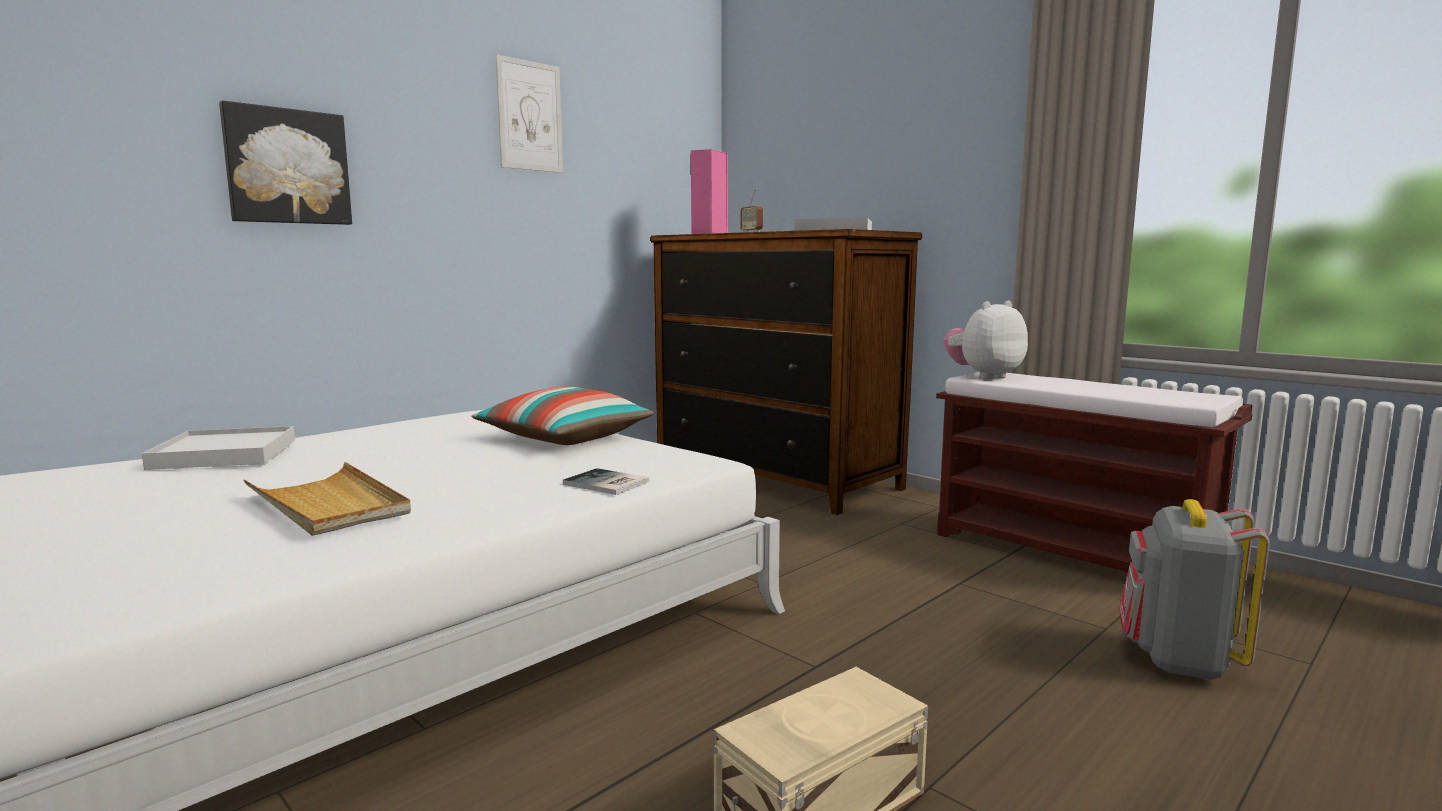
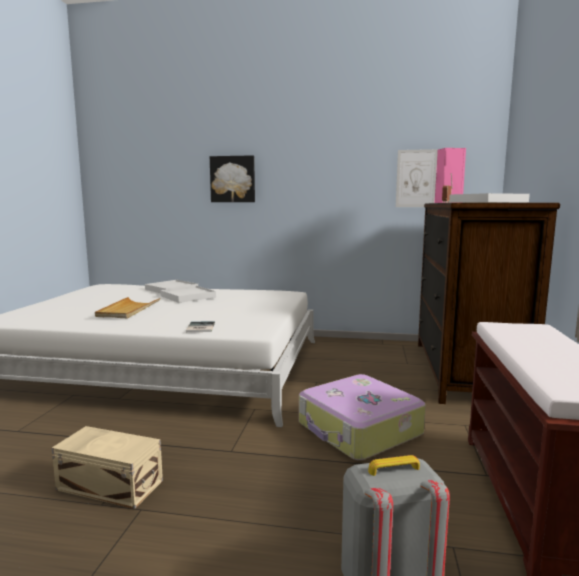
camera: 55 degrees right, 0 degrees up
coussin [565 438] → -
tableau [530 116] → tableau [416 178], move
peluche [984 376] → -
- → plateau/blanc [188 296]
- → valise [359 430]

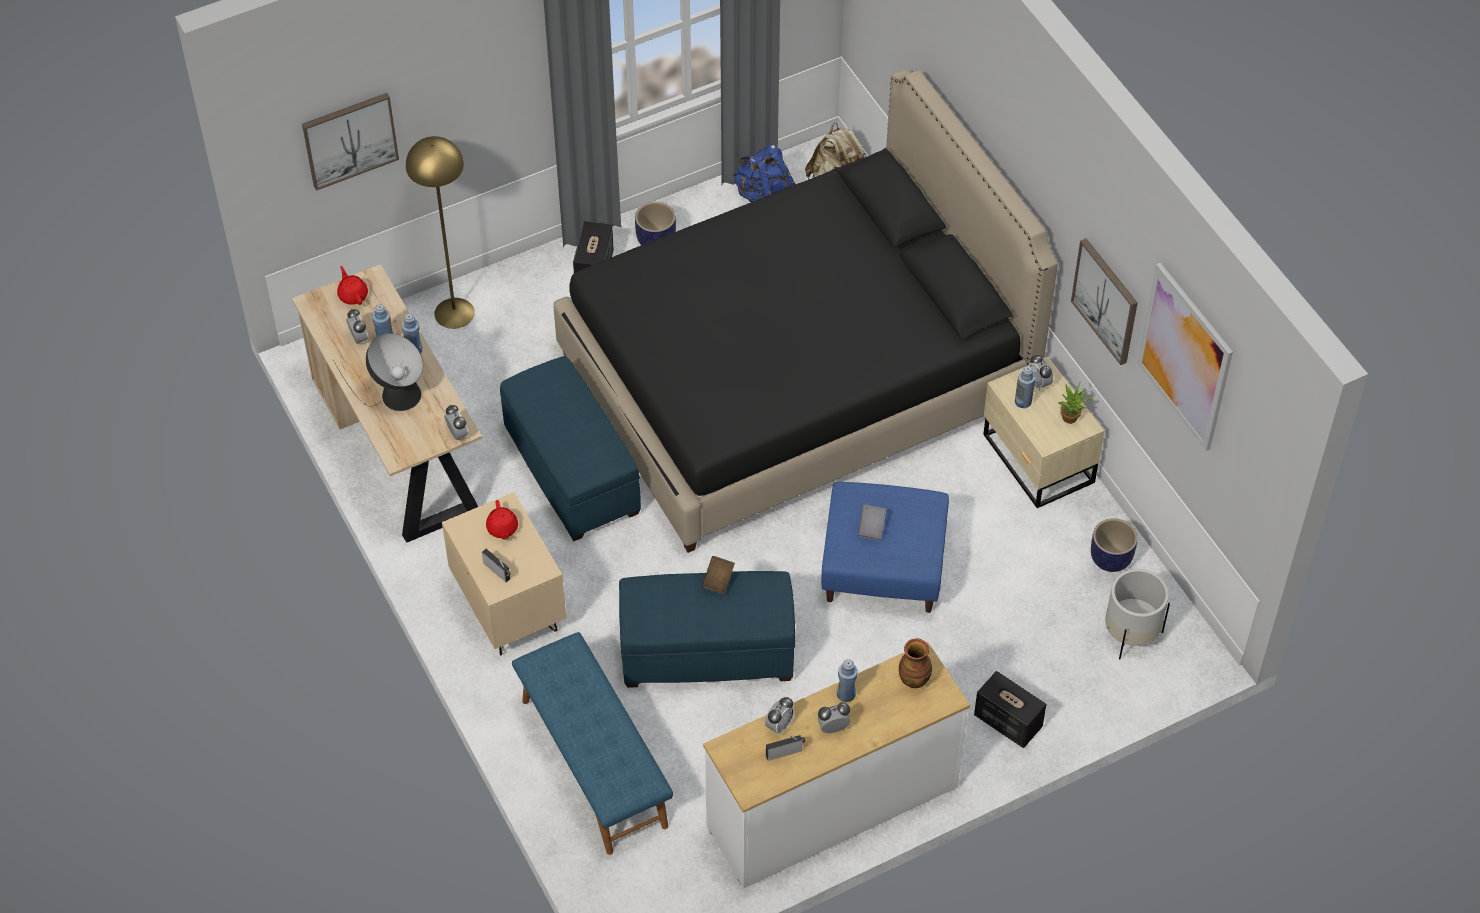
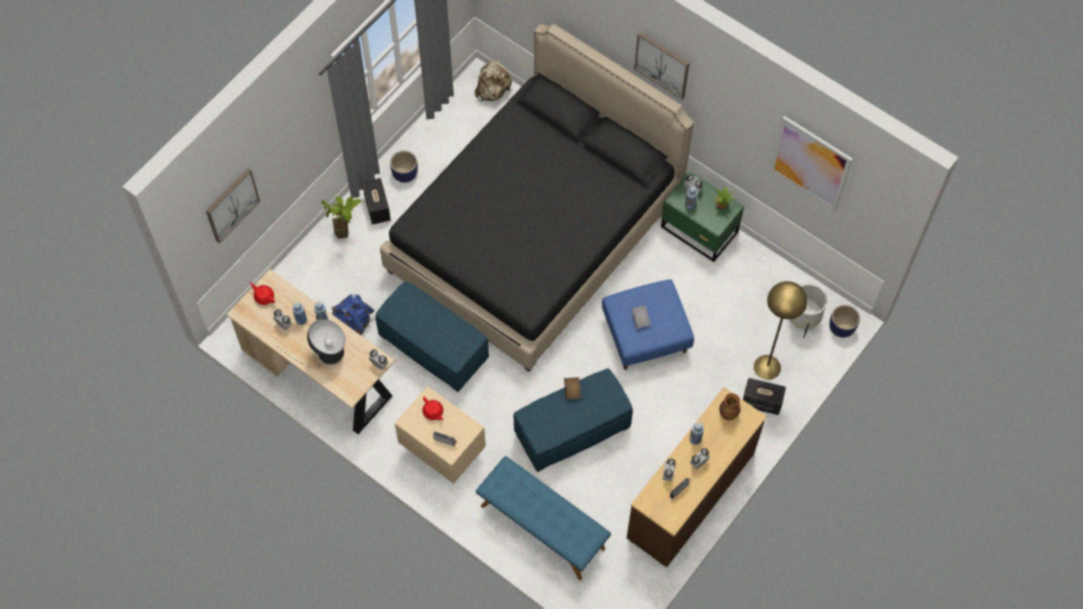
camera: 25 degrees left, 10 degrees up
lampadaire/jaune [454 313] → lampadaire/jaune [767 367], move
commode/blanc [833 807] → commode/marron [691 496]
sac à dos/bleu [763 196] → sac à dos/bleu [353 322], move
table de chevet/beige [1037 460] → table de chevet/vert [699 231]
tableau [1106 300] → tableau [662 64], move
cache-pot [1111 559] → cache-pot [842 328], move
- → plante en pot [347 234]

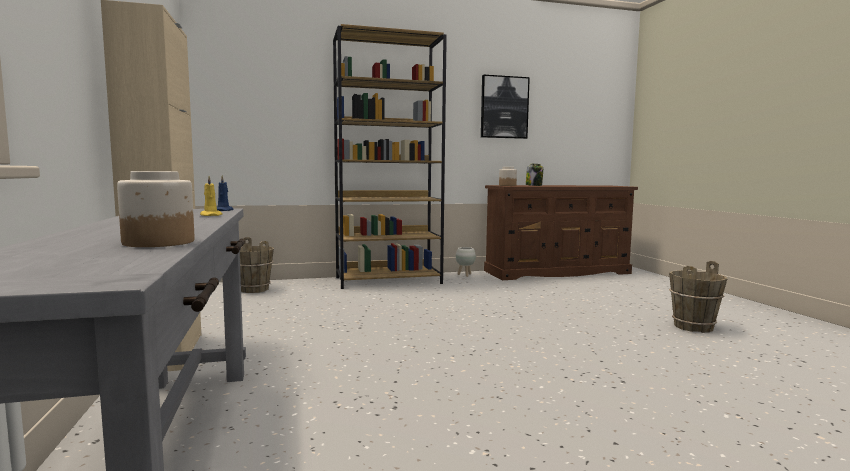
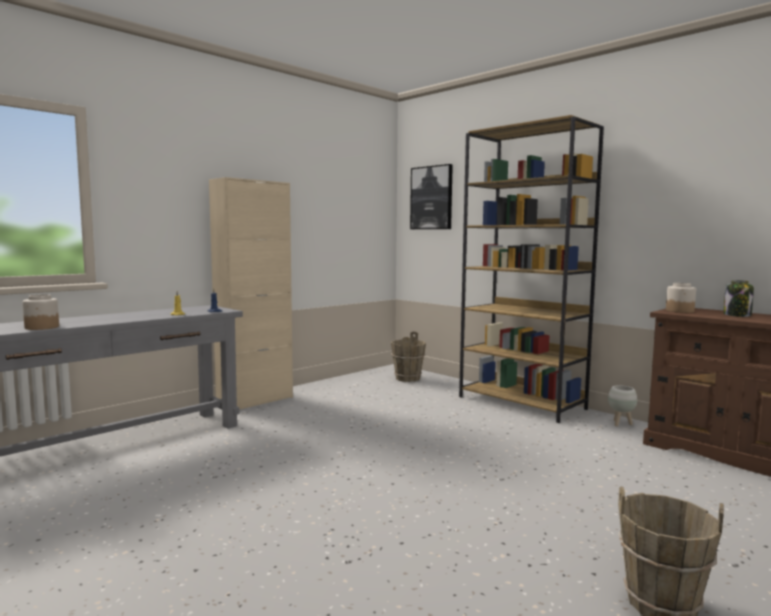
camera: 60 degrees right, 0 degrees up
tableau [504 107] → tableau [432 198], move

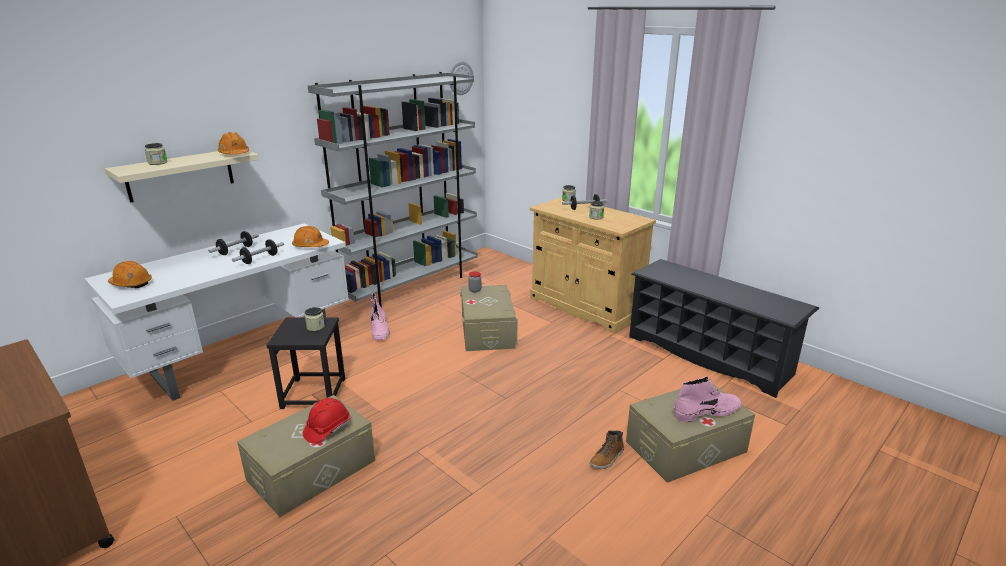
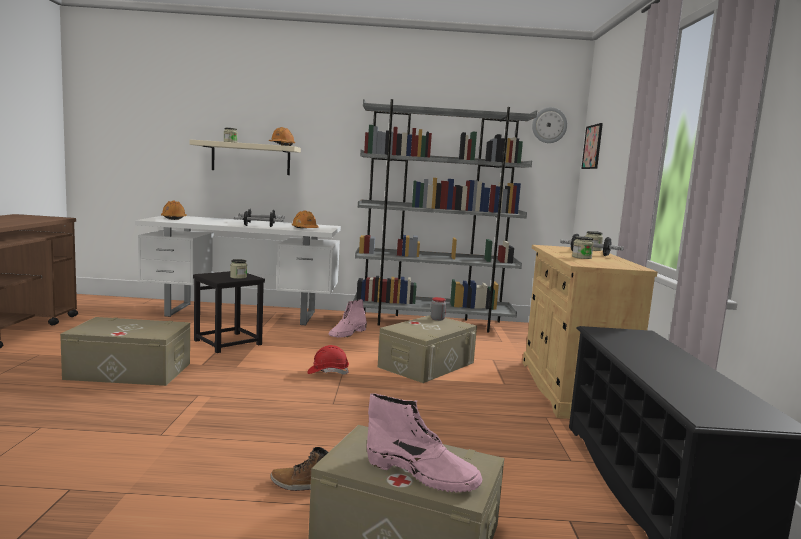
camera: 45 degrees right, 15 degrees down
casque de chantier/rouge [327 429] → casque de chantier/rouge [328 372], move
- → tableau [592 147]

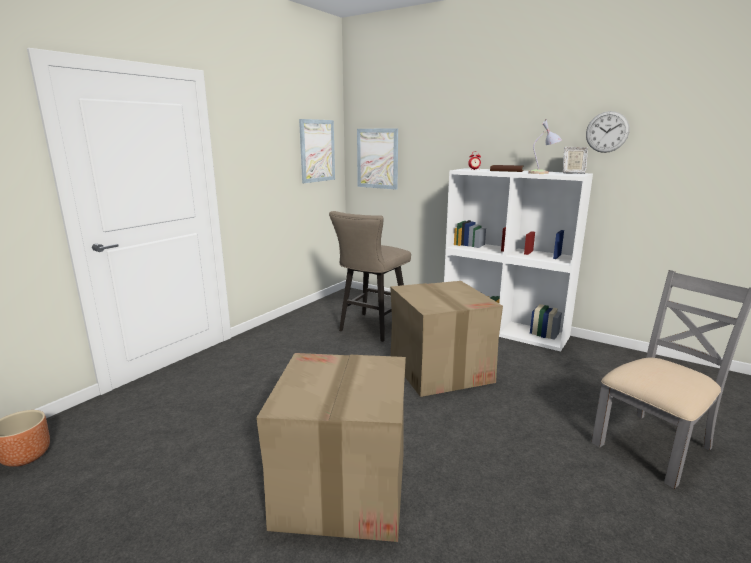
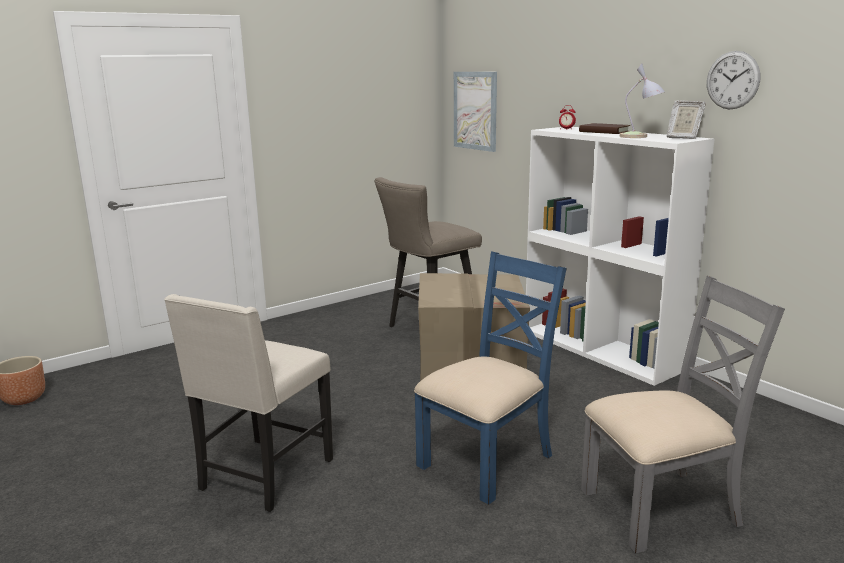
camera: 20 degrees right, 0 degrees up
carton [342 488] → chaise/beige [264 476]
tableau [317 151] → -
- → chaise/bleu [488 460]

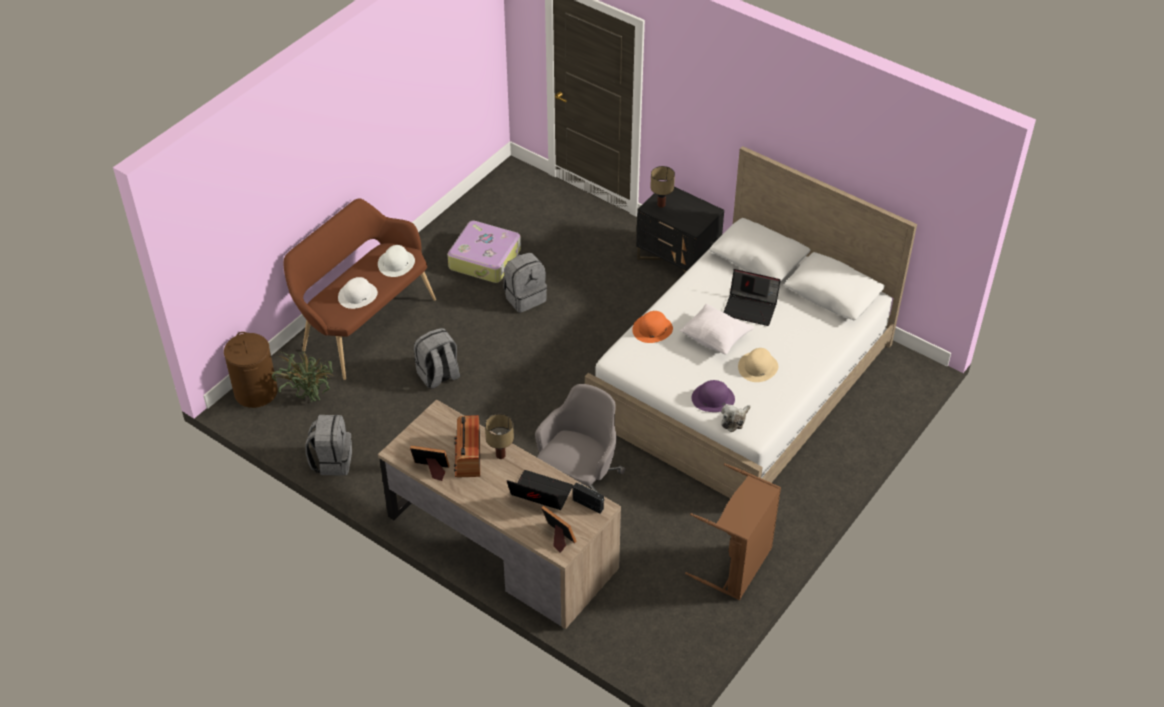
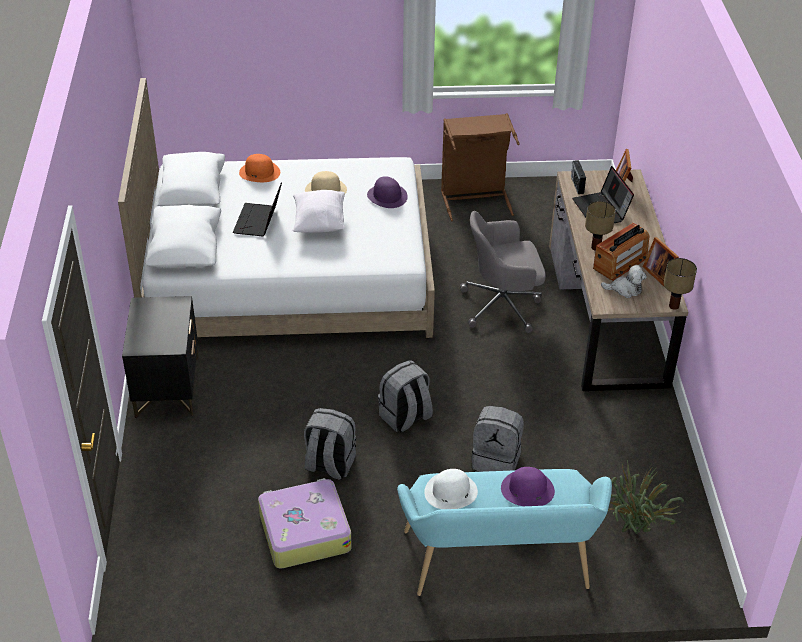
camera: 130 degrees left, 5 degrees down
panier à linge/marron [256 392] → -
banc/marron [363 323] → banc/turquoise [499 566]
sac à dos/gris [332 461] → sac à dos/gris [405 417], move
chapeau/blanc [357 295] → chapeau/violet [527 489]
chapeau/orange [652 329] → chapeau/orange [259 172], move
lampe de table [660 205] → lampe de table [674 306], move
peluche [734 420] → peluche [625 289], move
ordinateur portable [751 308] → ordinateur portable [259 221], 150 degrees counterclockwise

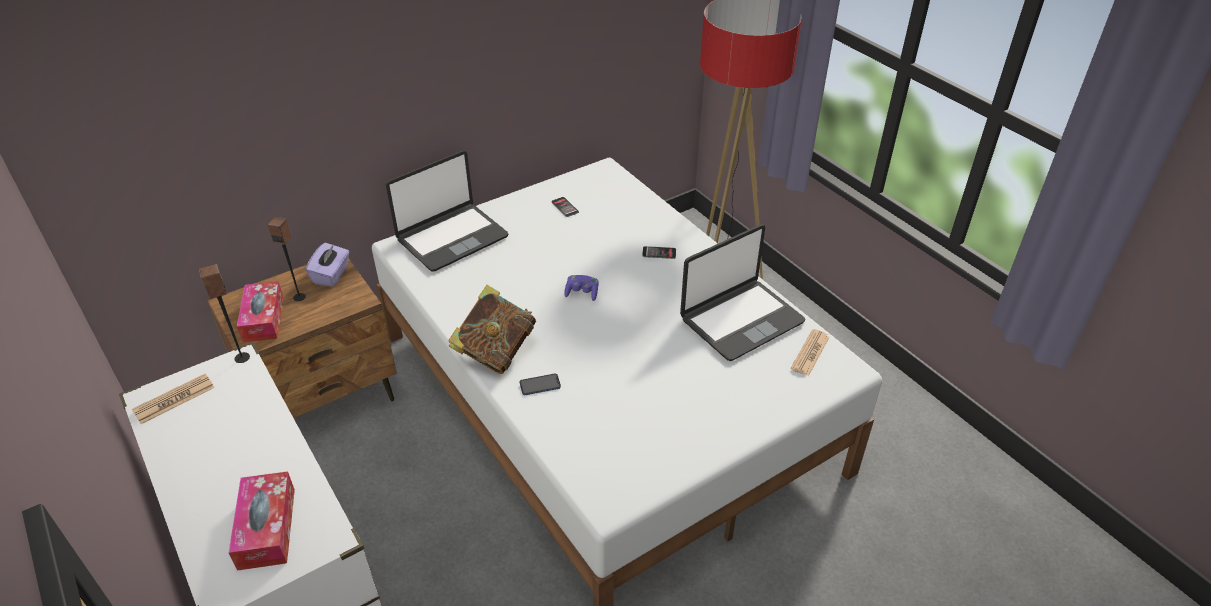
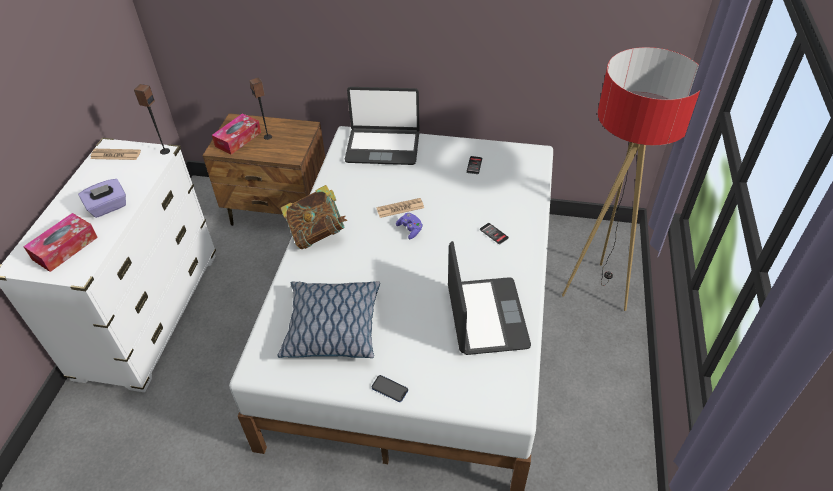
camera: 45 degrees right, 5 degrees up
boîte à mouchoirs/violet [332 275] → boîte à mouchoirs/violet [108 207], move
téléphone [540 385] → téléphone [389 389], move
ordinateur portable [741 320] → ordinateur portable [486 316], 105 degrees counterclockwise
journal [810 353] → journal [400 208], move
- → coussin [332 327]

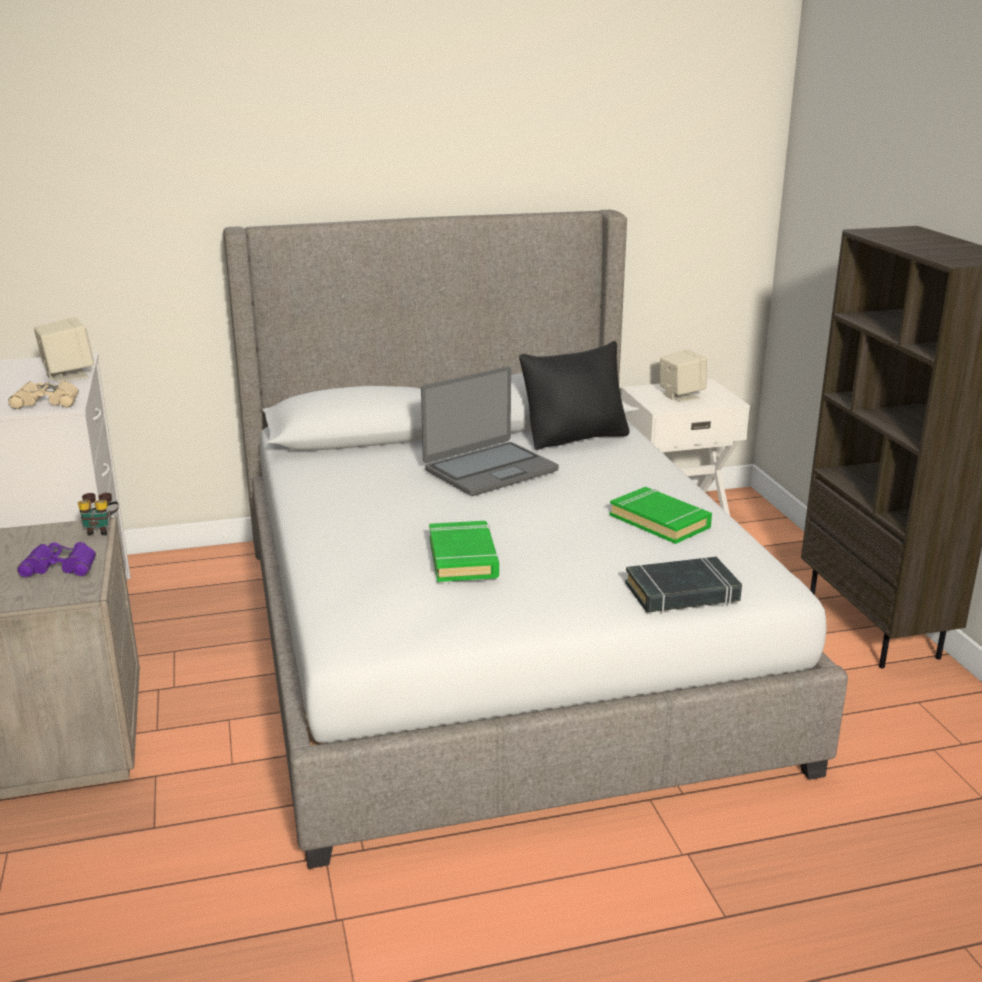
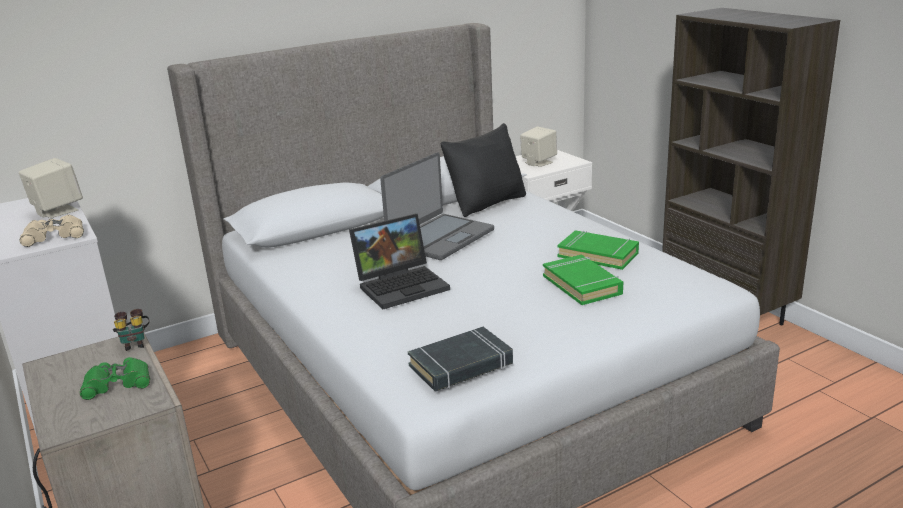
camera: 15 degrees left, 0 degrees up
jumelles/violet [60 567] → jumelles/vert [117 384]
livre/vert [463 558] → livre/vert [582 285], move
livre/noir [682 593] → livre/noir [461 365], move
- → ordinateur portable [402 285]

